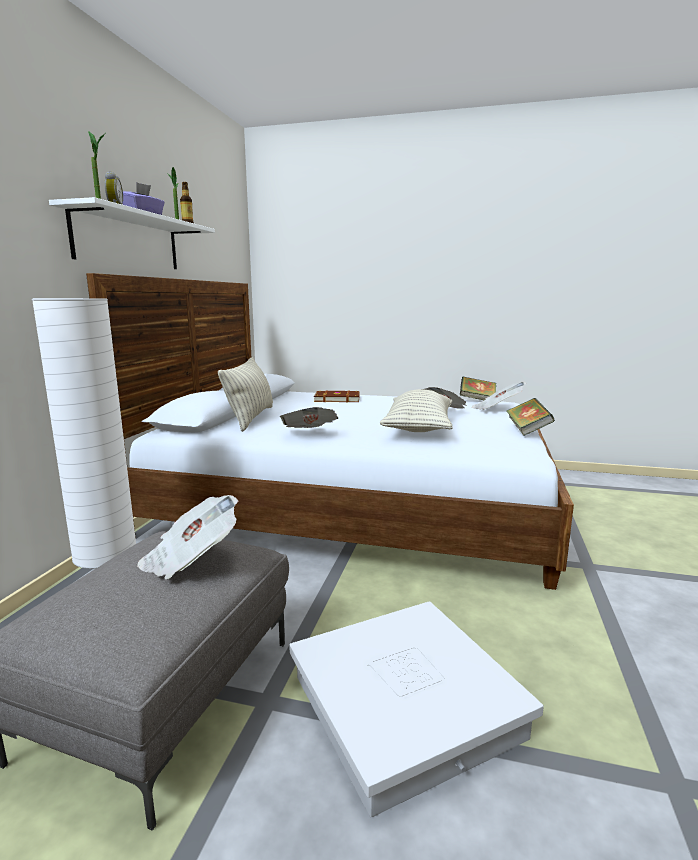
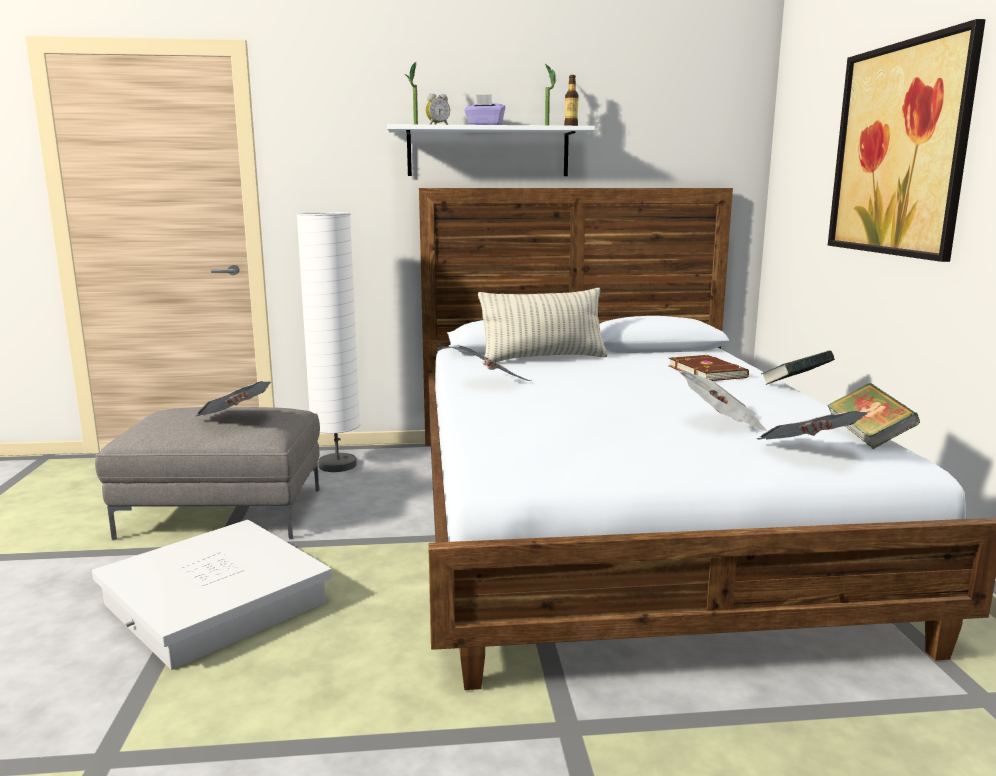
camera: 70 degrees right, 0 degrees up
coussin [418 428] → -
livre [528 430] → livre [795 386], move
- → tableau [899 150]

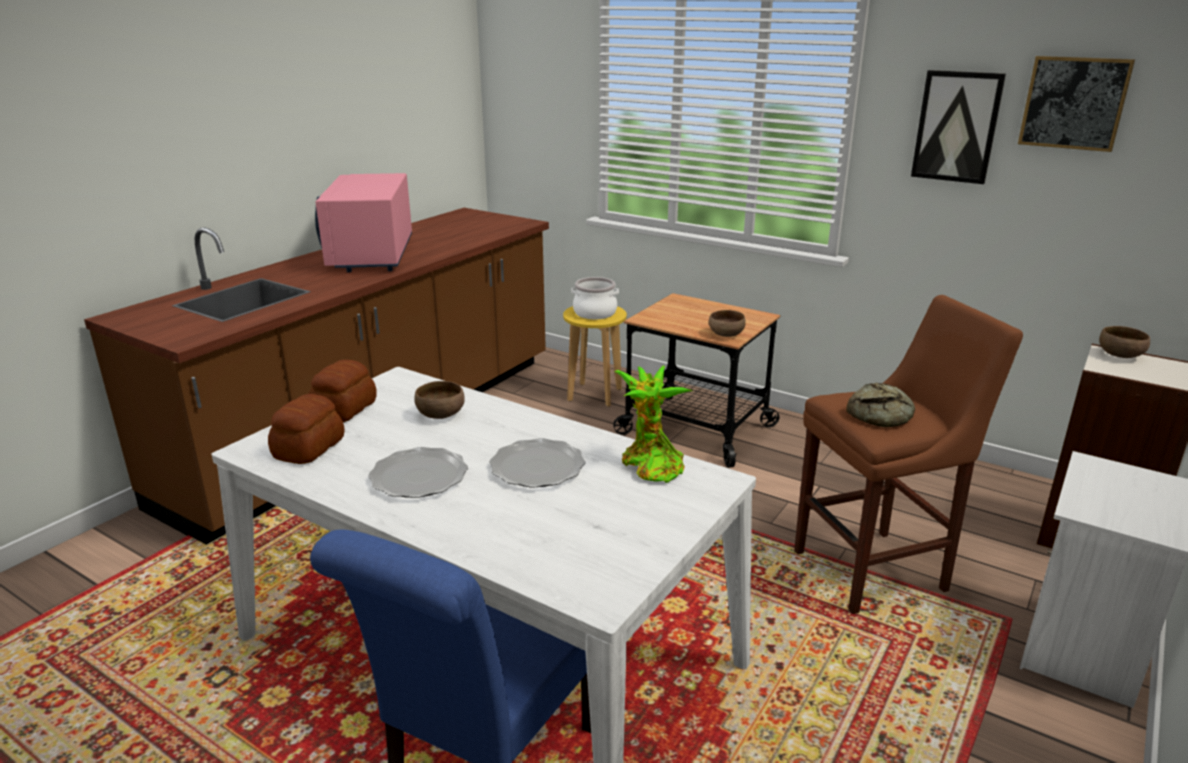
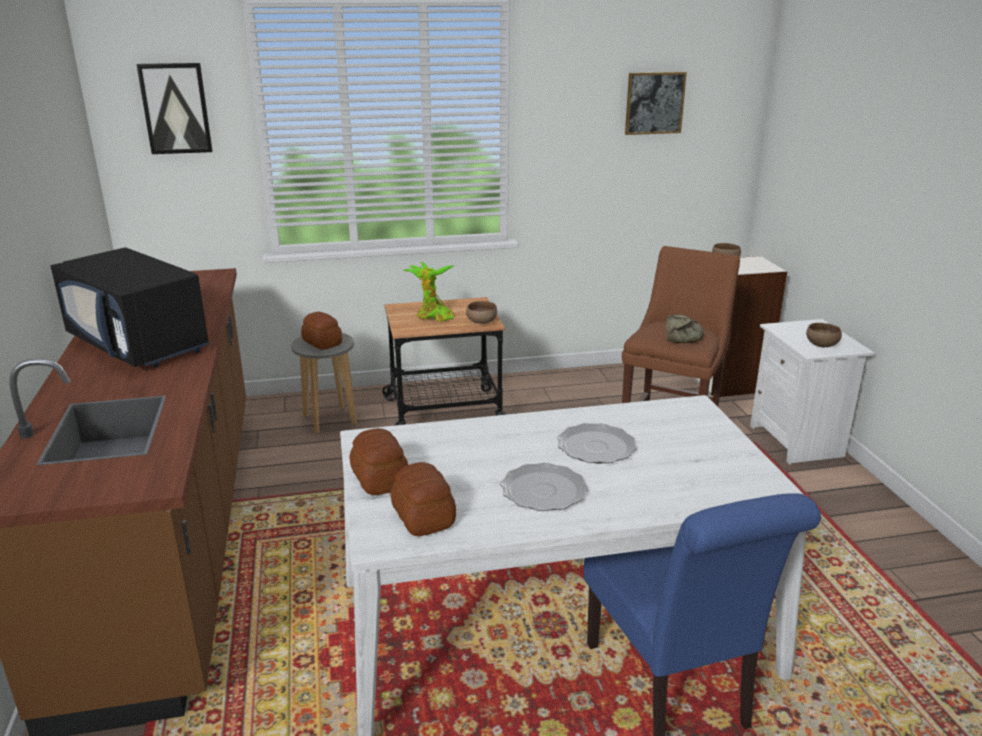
camera: 45 degrees left, 0 degrees up
micro-ondes/rose [372 255] → micro-ondes/noir [139 344]
bol/marron [441 414] → bol/marron [821 345], move
tabouret/jaune [594 395] → tabouret/gris [329 420]
marmite [595 313] → pain [322 342]
plante en pot [650 465] → plante en pot [433 317], move
tableau [957 126] → tableau [176 108], move

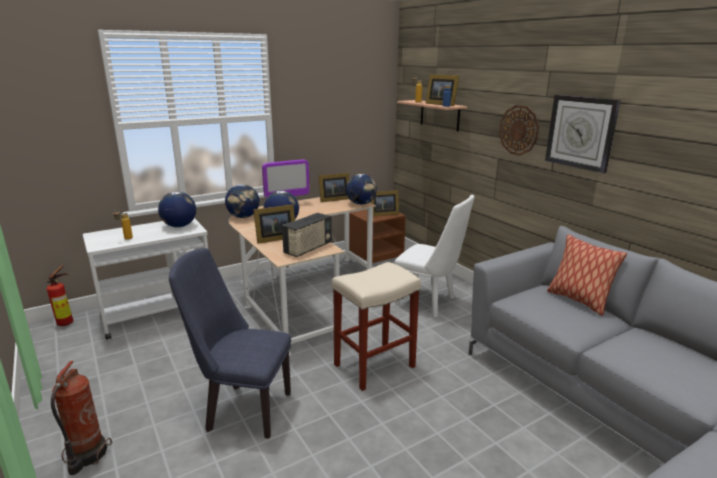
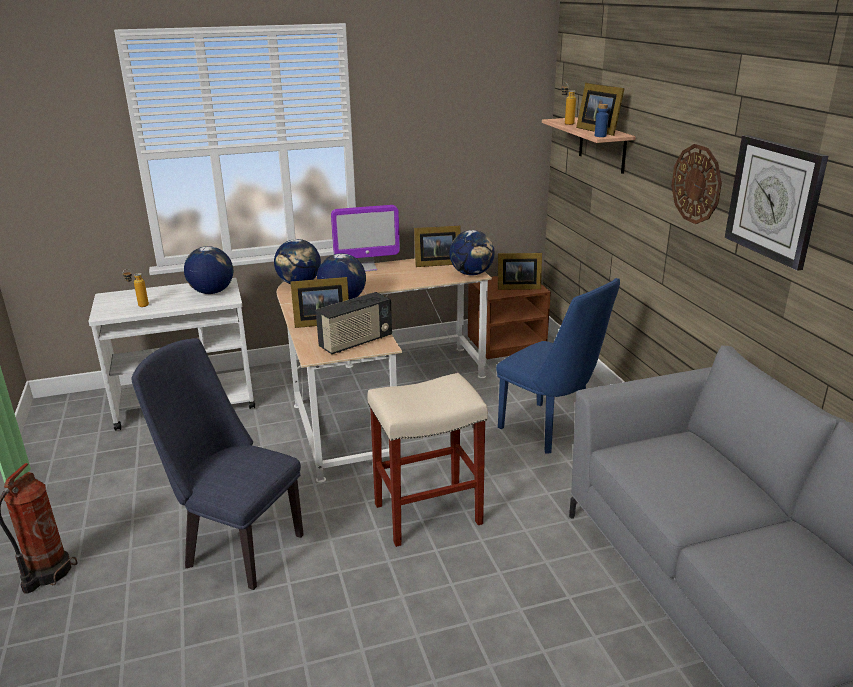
camera: 15 degrees right, 5 degrees up
extincteur [67 322] → -
chaise/blanc [430 303] → chaise/bleu [550 430]
coussin [578 300] → -

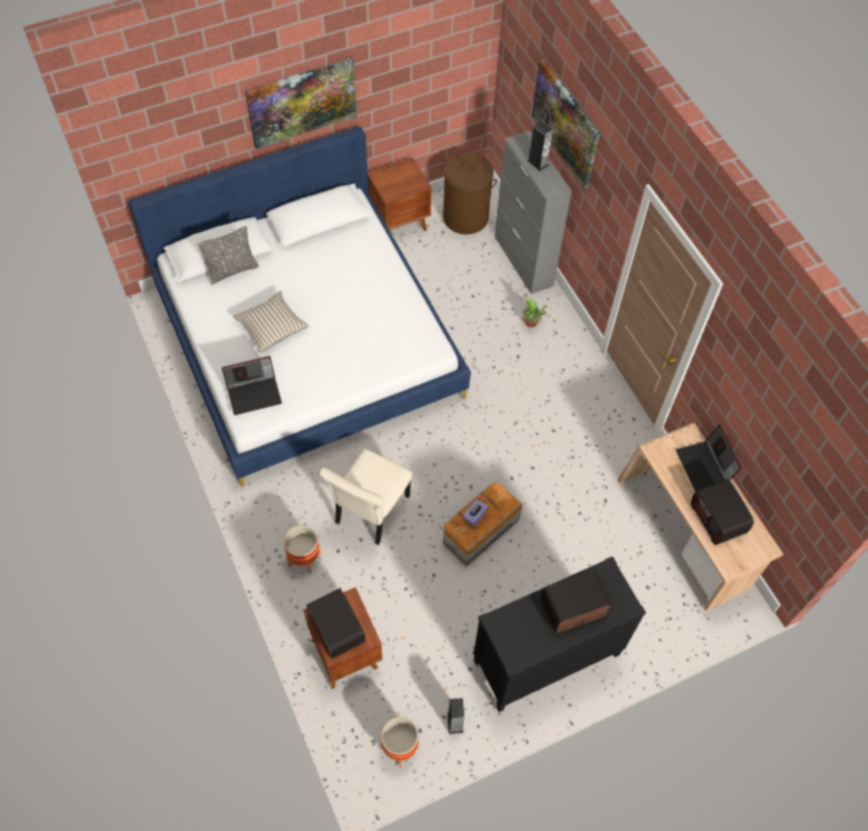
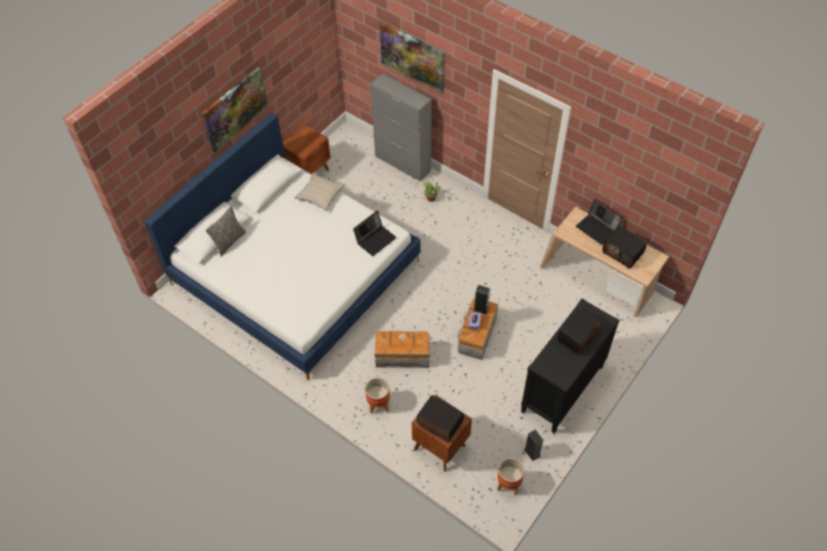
camera: 25 degrees left, 5 degrees down
ordinateur portable [254 393] → ordinateur portable [375 239], move
coussin/beige [271 326] → coussin/beige [320 194], move
chaise/beige [370 511] → boîte de rangement [402 356]
panier à linge/marron [466 217] → -
enceinte [538 162] → enceinte [481 309], move

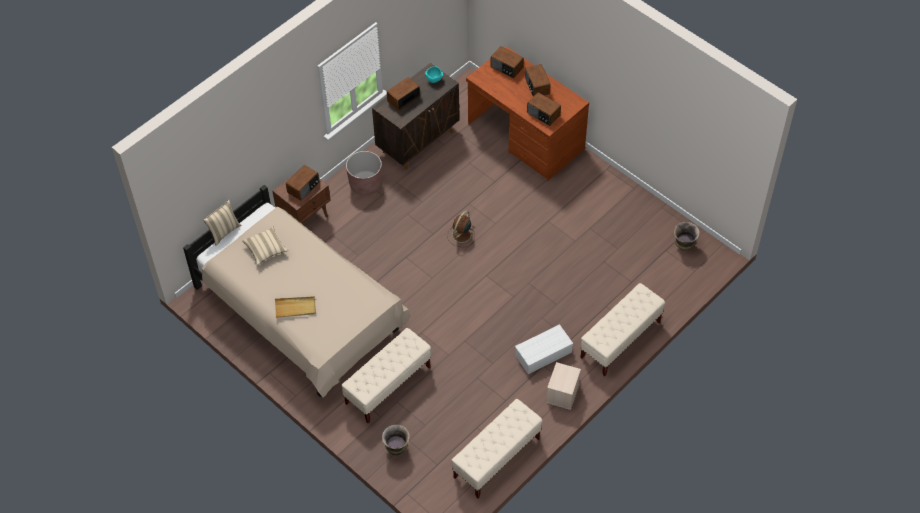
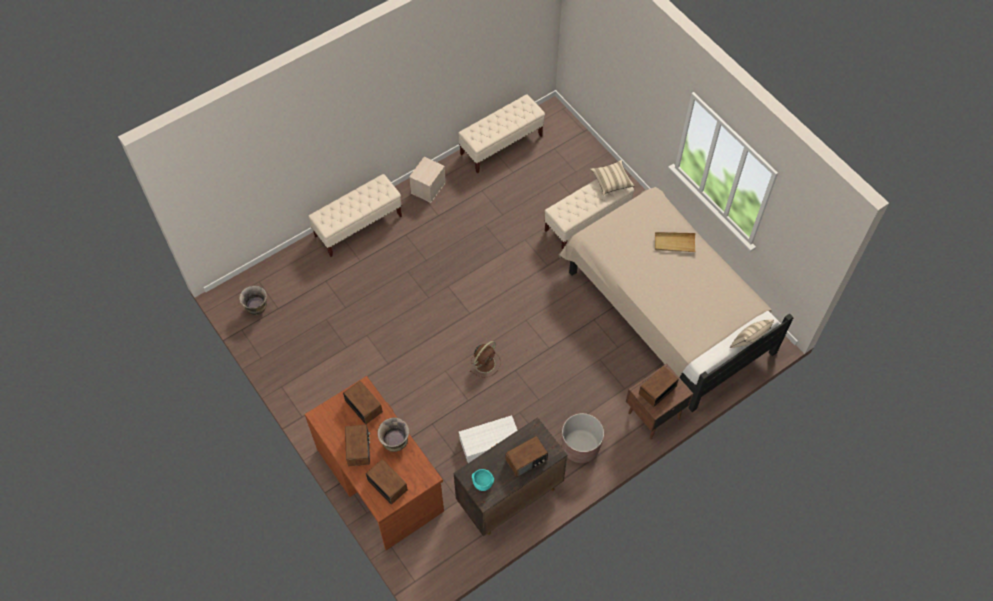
camera: 170 degrees left, 5 degrees up
coussin/beige [266 249] → coussin/beige [611 181], move
vase [396 449] → vase [395 444], move
boîte de rangement/blanc [543 354] → boîte de rangement/blanc [490 442], move

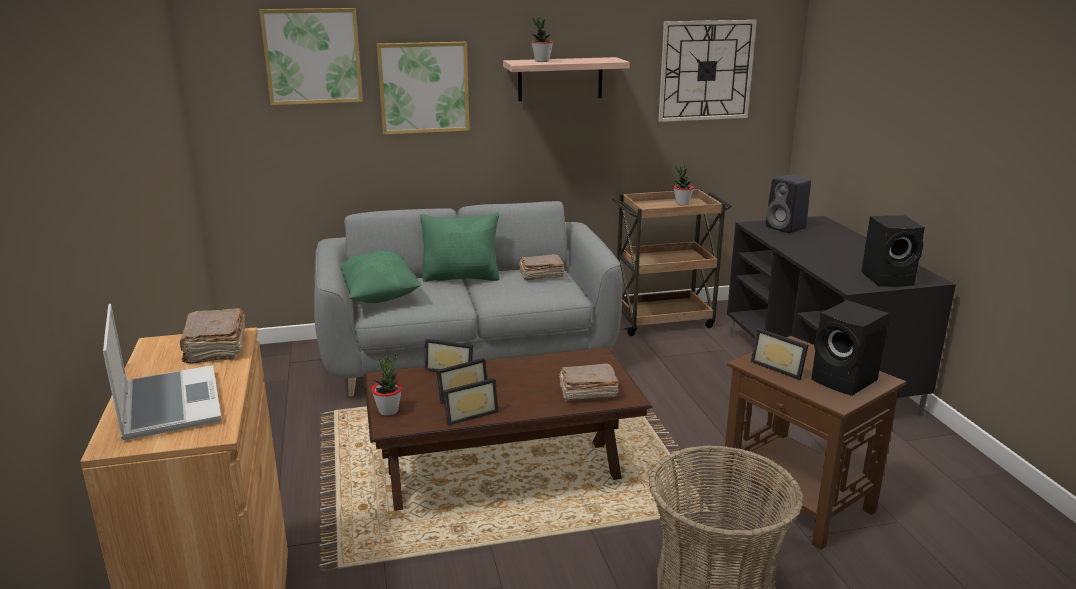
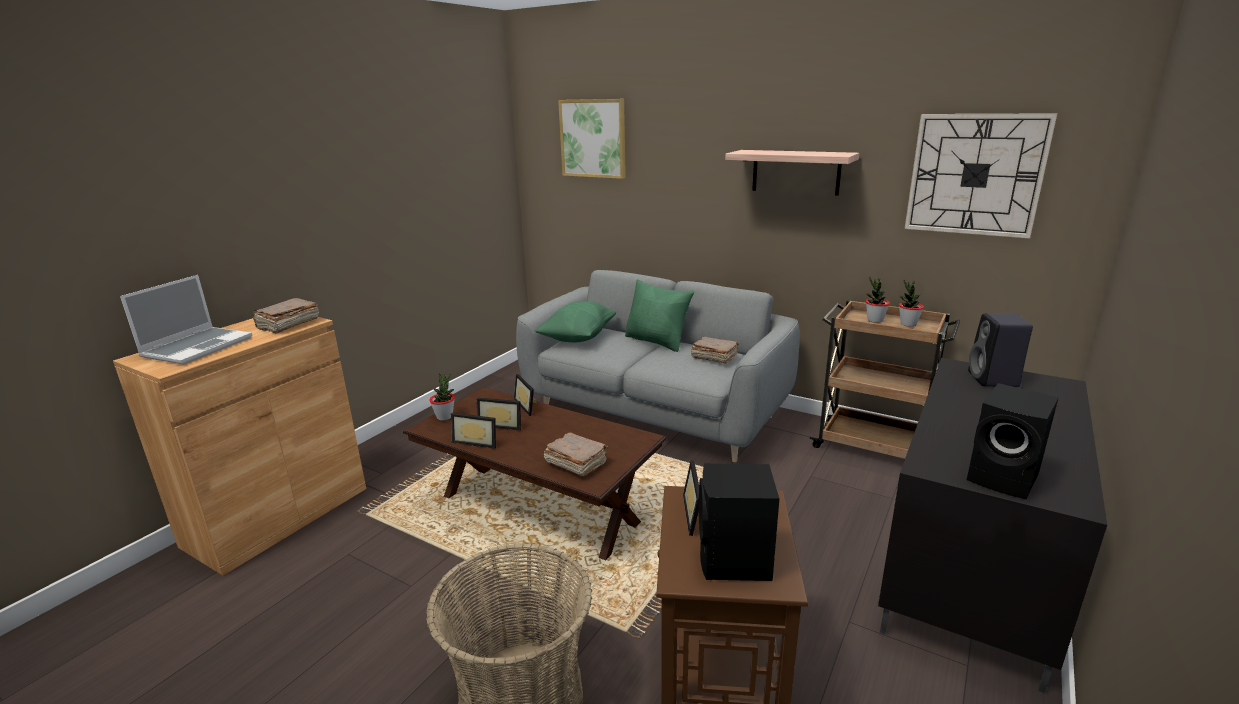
camera: 45 degrees right, 0 degrees up
tableau [424 87] → -
plante en pot [542 61] → plante en pot [875 320], move

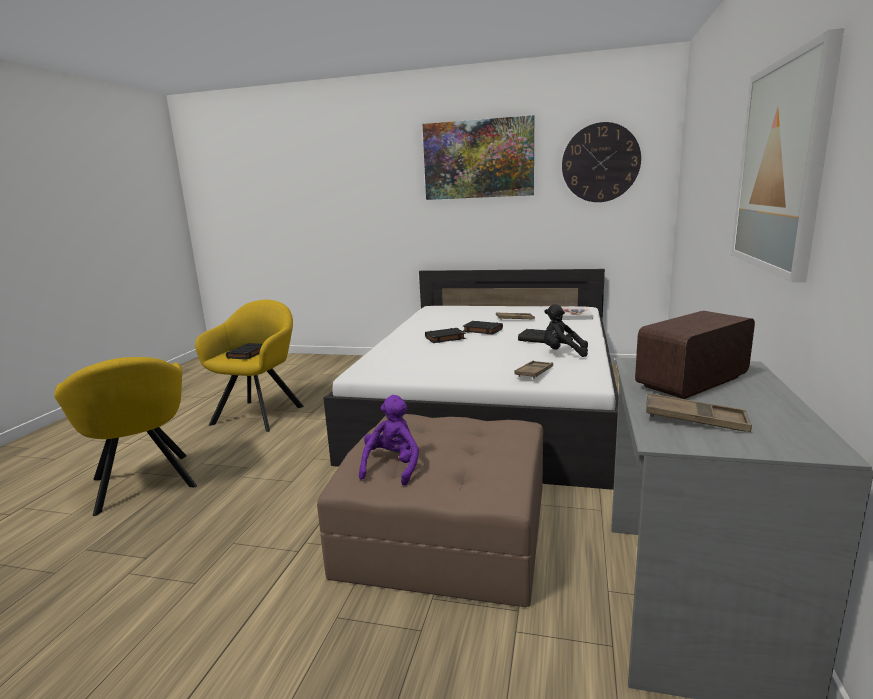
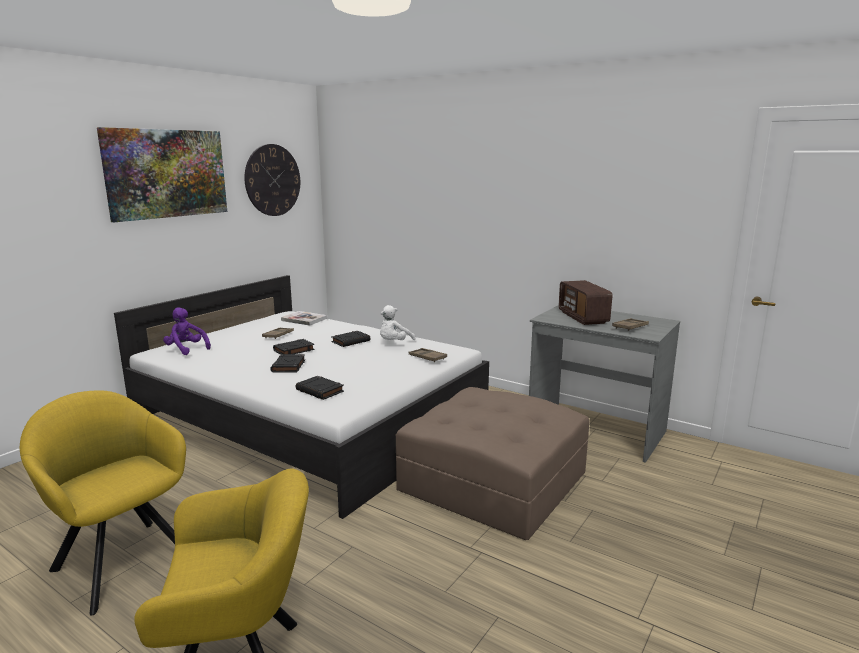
camera: 70 degrees left, 0 degrees up
livre/noir [247 354] → livre/noir [320 391], move
peluche/violet [392 467] → peluche/violet [186 349], move
peluche/noir [562 353] → peluche/blanc [394 343]
tableau [781 166] → -

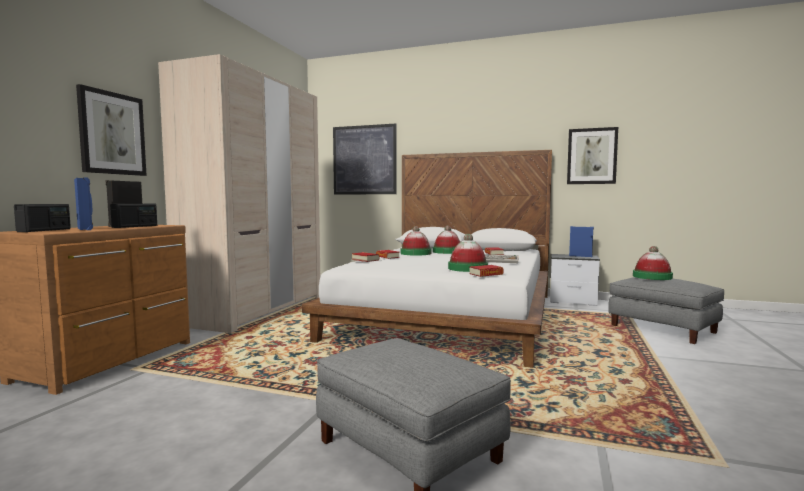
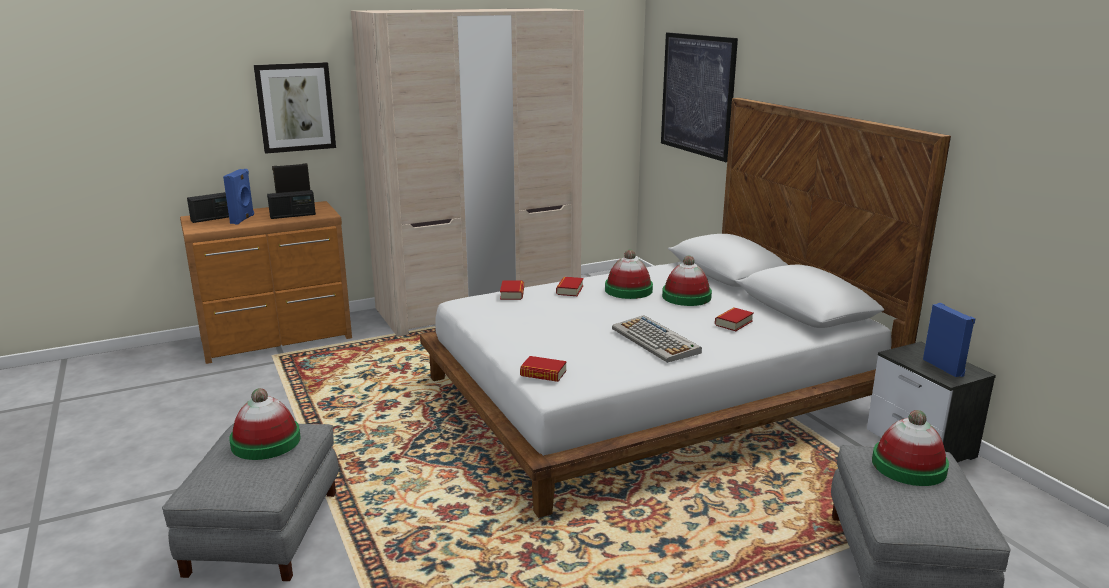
camera: 45 degrees right, 15 degrees up
chapeau [467 268] → chapeau [266 442], move
tableau [591 156] → -

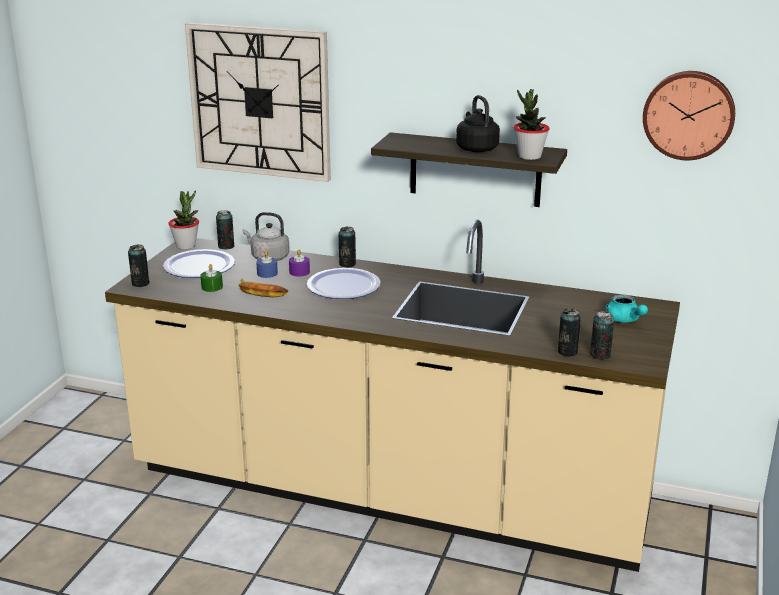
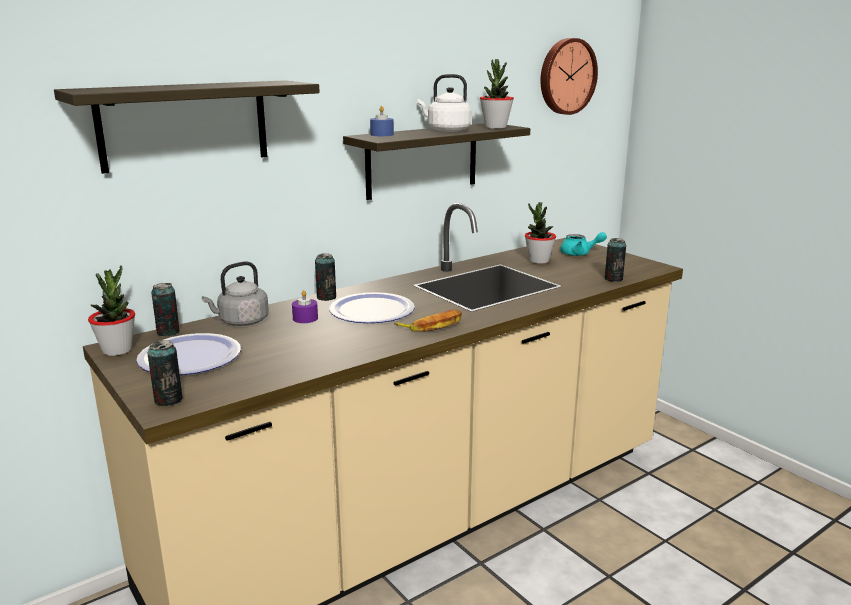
camera: 55 degrees left, 5 degrees down
horloge murale [260 101] → étagère [184 125]
bougie/vert [212 287] → -
banane [261 292] → banane [432 326], move
bougie/bleu [267 273] → bougie/bleu [382 134], move
bouilloire/noir [476 148] → bouilloire/blanc [446 130]
boîte métallique [600 355] → -
- → plante en pot [538 261]

